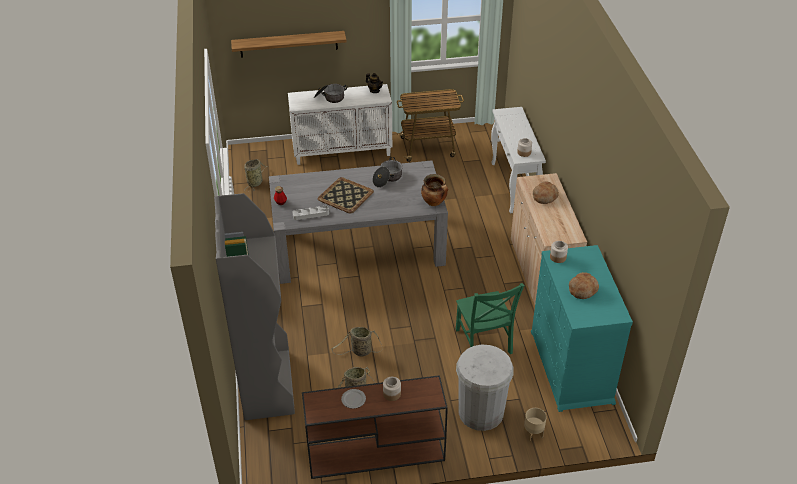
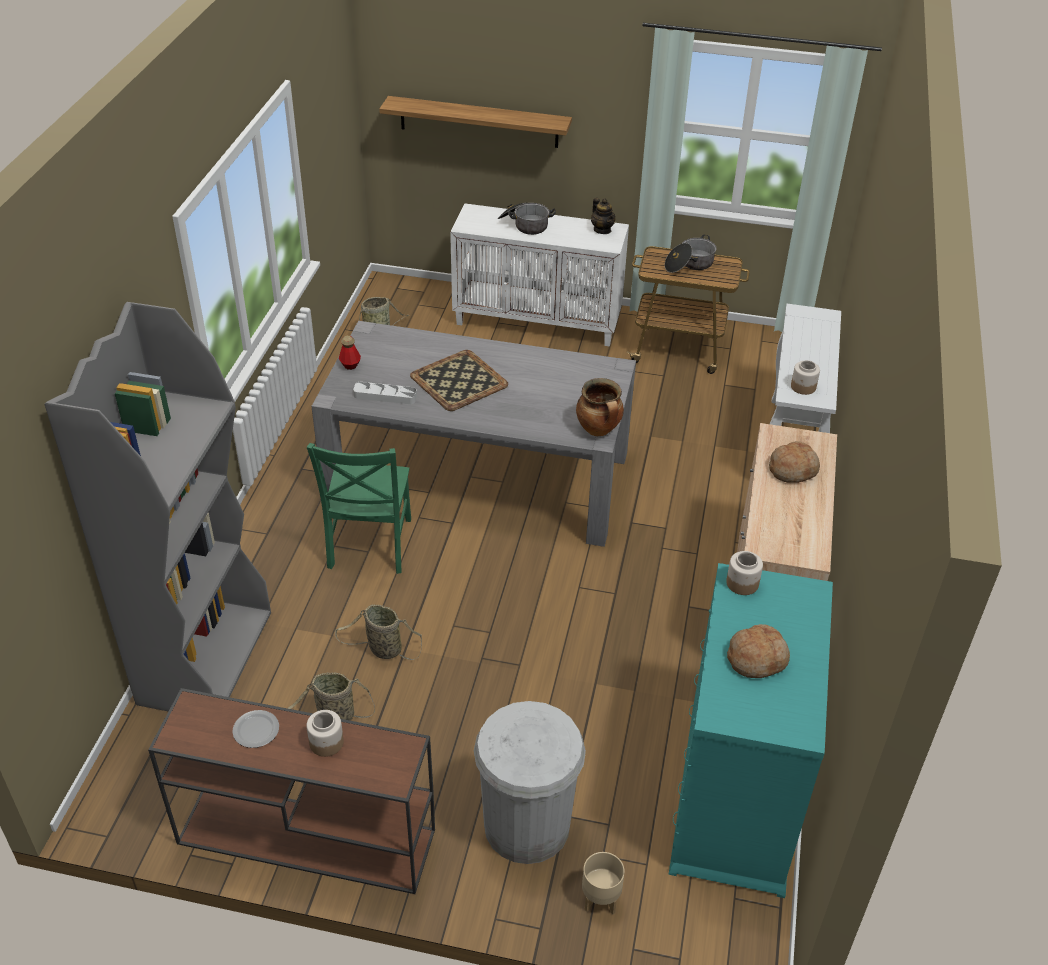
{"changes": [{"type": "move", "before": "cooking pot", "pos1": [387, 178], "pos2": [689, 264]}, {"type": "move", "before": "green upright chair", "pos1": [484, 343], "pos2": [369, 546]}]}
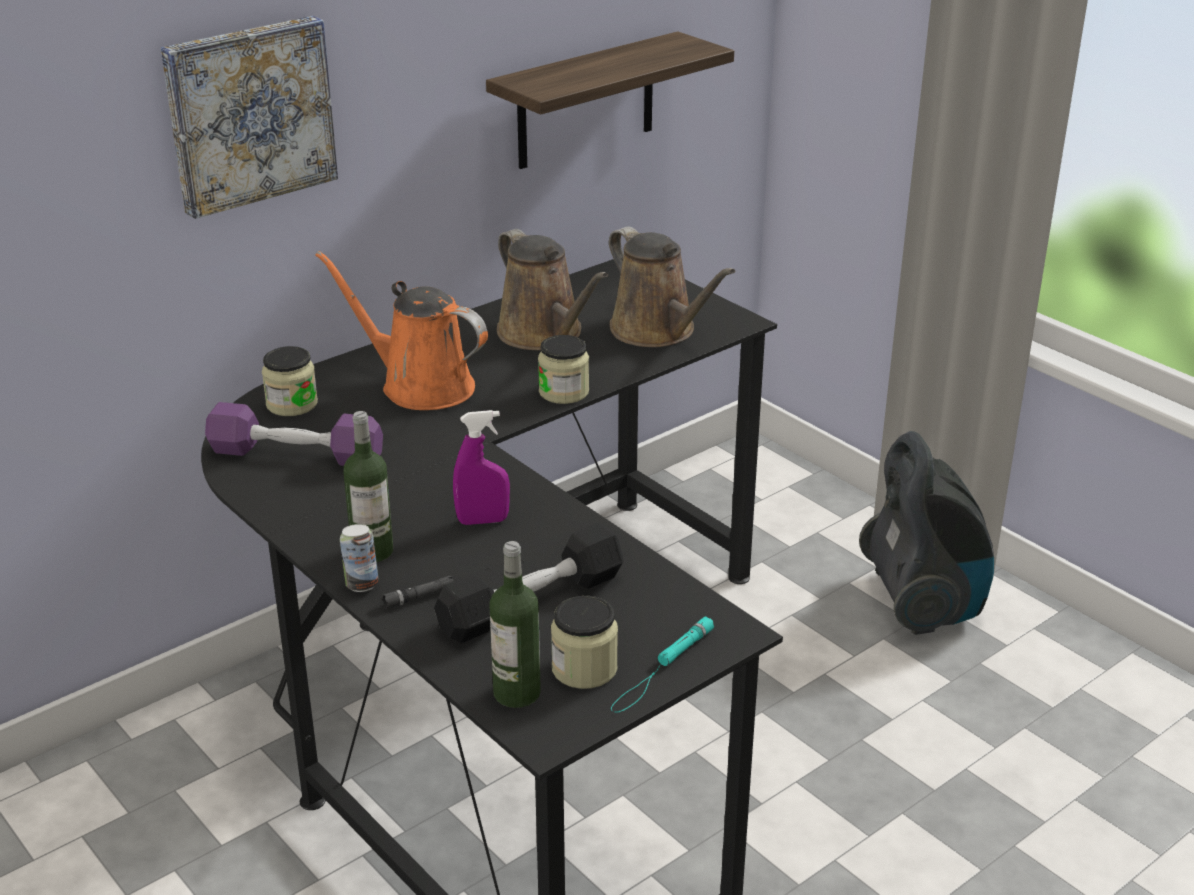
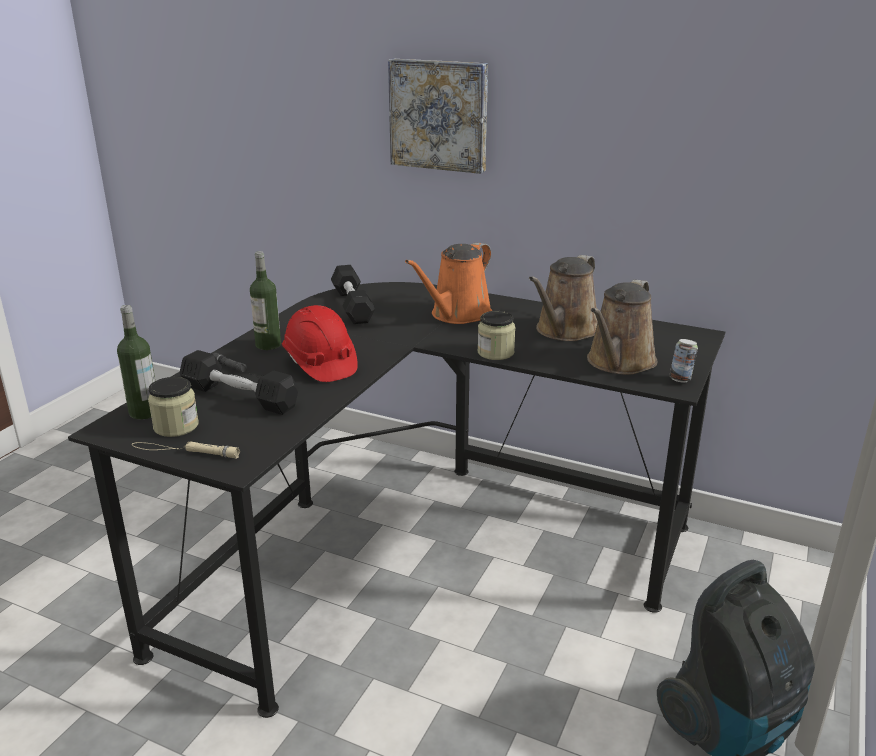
{"changes": [{"type": "delete", "before": "shelf", "pos1": [586, 102]}, {"type": "rotate", "before": "orange-coloured watering can", "pos1": [419, 385], "pos2": [457, 315], "turn": -150}, {"type": "delete", "before": "jar", "pos1": [292, 404]}, {"type": "recolor", "before": "purple dumbbell", "after": "blackish dumbbell", "pos1": [296, 454], "pos2": [352, 306]}, {"type": "replace", "before": "purple sprayer", "after": "reddish safety helmet", "pos1": [483, 521], "pos2": [320, 364]}, {"type": "move", "before": "sealed can", "pos1": [361, 585], "pos2": [680, 379]}, {"type": "recolor", "before": "turquoise-coloured torch", "after": "beige torch", "pos1": [662, 669], "pos2": [184, 451]}]}
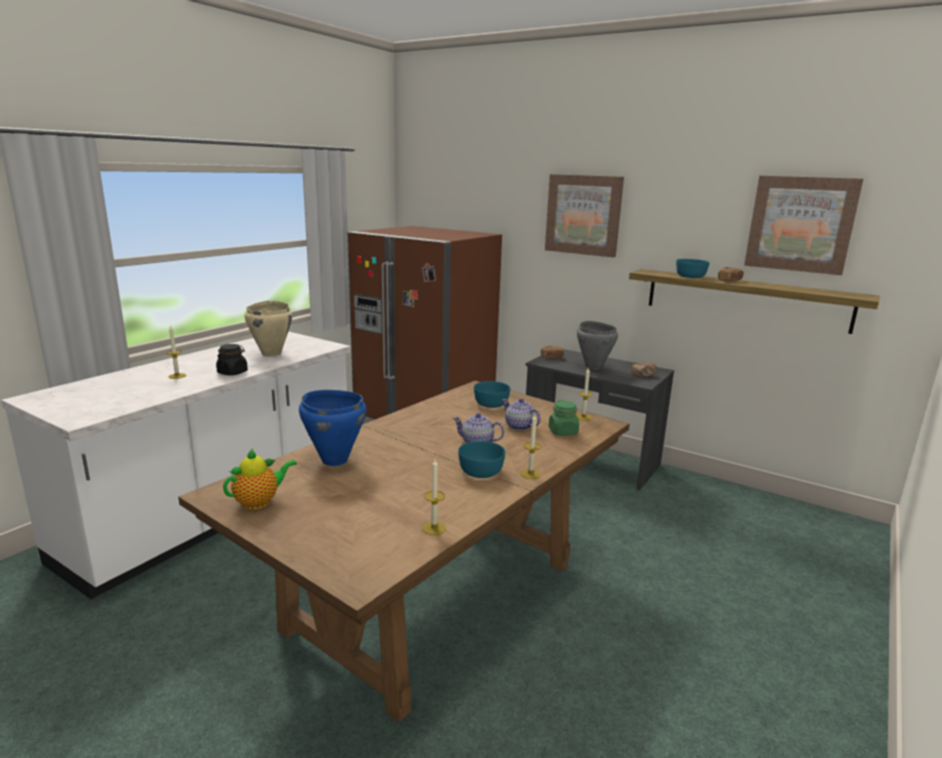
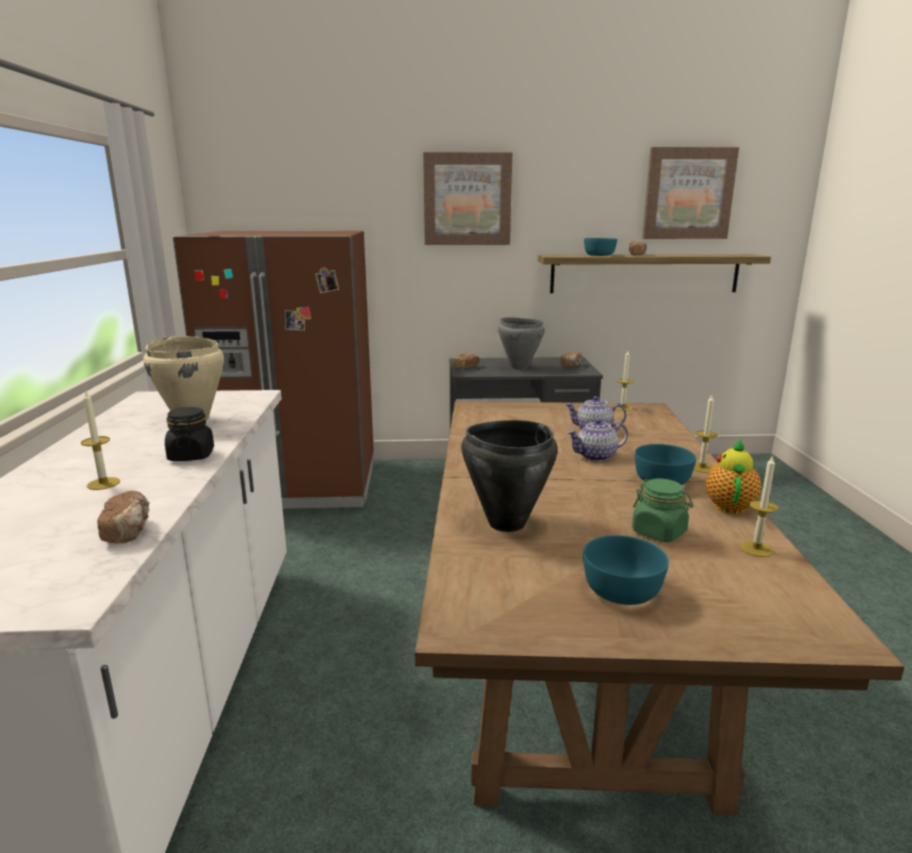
{"changes": [{"type": "move", "before": "turquoise-coloured deep dish", "pos1": [491, 404], "pos2": [622, 591]}, {"type": "recolor", "before": "blue cooking pot", "after": "blackish cooking pot", "pos1": [334, 460], "pos2": [505, 523]}, {"type": "move", "before": "green jar", "pos1": [563, 432], "pos2": [659, 532]}, {"type": "move", "before": "teapot", "pos1": [259, 502], "pos2": [729, 505]}, {"type": "insert", "after": "baked bread", "pos2": [129, 531]}]}
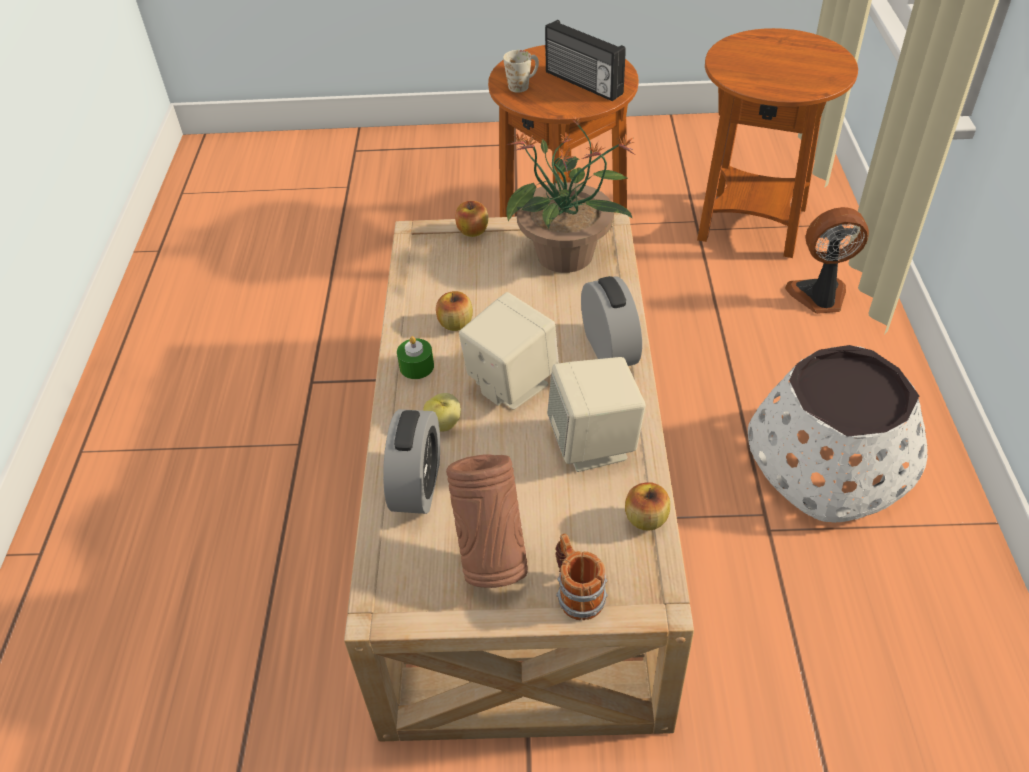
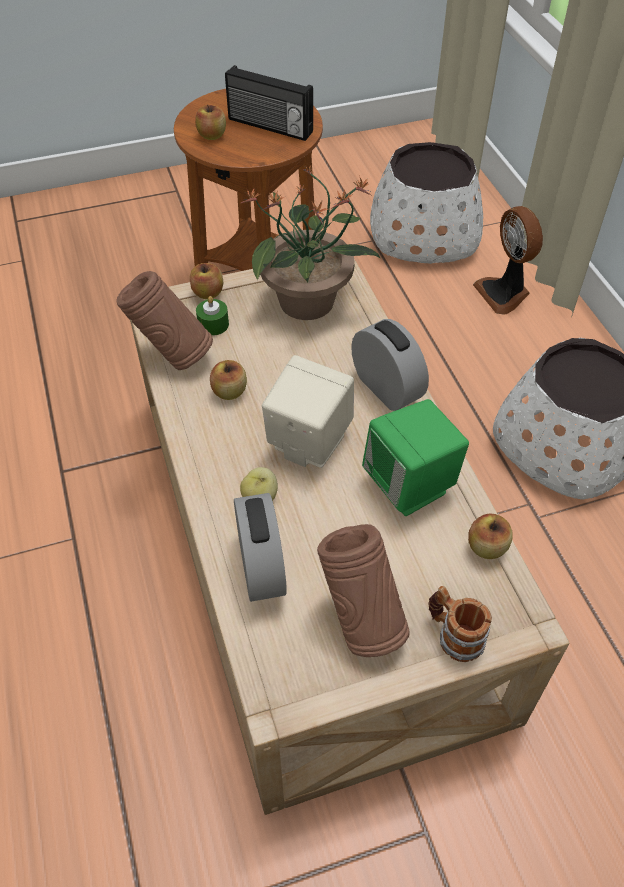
{"changes": [{"type": "replace", "before": "brown-coloured end table", "after": "whitish planter", "pos1": [752, 224], "pos2": [423, 235]}, {"type": "replace", "before": "whitish coffee mug", "after": "apple", "pos1": [523, 84], "pos2": [212, 135]}, {"type": "rotate", "before": "electric fan", "pos1": [819, 297], "pos2": [504, 293], "turn": -90}, {"type": "move", "before": "green candle", "pos1": [416, 366], "pos2": [213, 324]}, {"type": "recolor", "before": "beige speaker", "after": "green speaker", "pos1": [594, 444], "pos2": [410, 485]}, {"type": "insert", "after": "brown-coloured decorative vase", "pos2": [172, 356]}]}
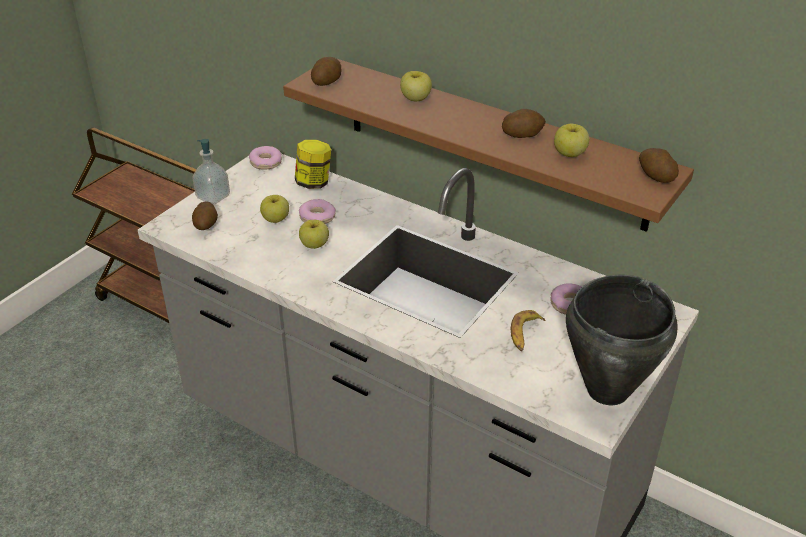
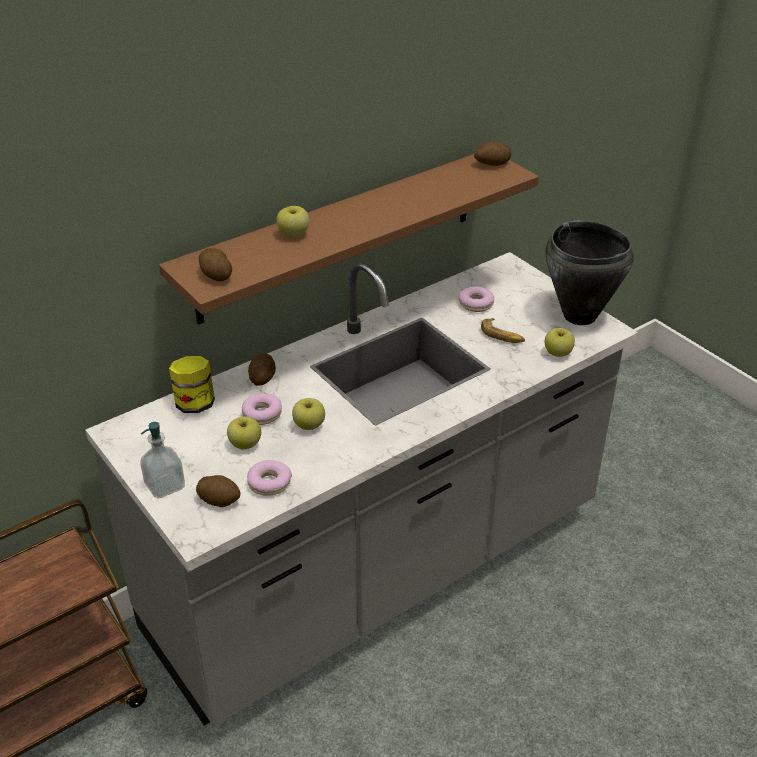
{"changes": [{"type": "move", "before": "spud", "pos1": [522, 134], "pos2": [262, 378]}, {"type": "move", "before": "apple", "pos1": [569, 154], "pos2": [558, 353]}, {"type": "move", "before": "donut", "pos1": [266, 163], "pos2": [269, 483]}]}
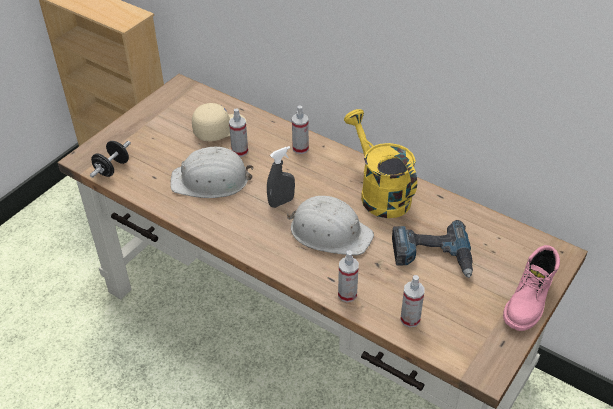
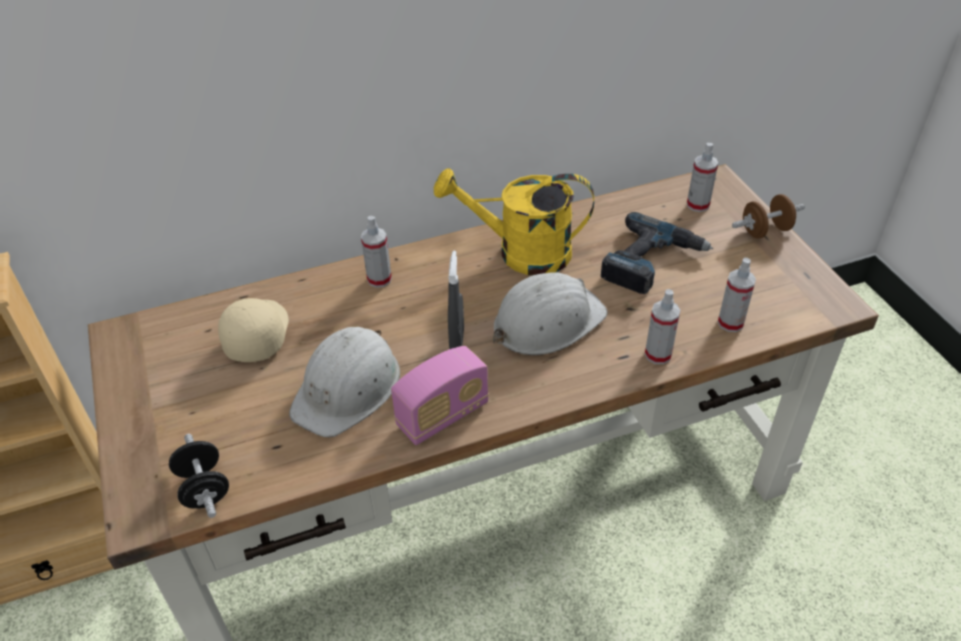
{"changes": [{"type": "move", "before": "sprayer", "pos1": [240, 151], "pos2": [698, 205]}, {"type": "replace", "before": "pink-coloured high-top boot", "after": "brown-coloured dumbbell", "pos1": [529, 302], "pos2": [765, 231]}, {"type": "insert", "after": "radio", "pos2": [442, 415]}]}
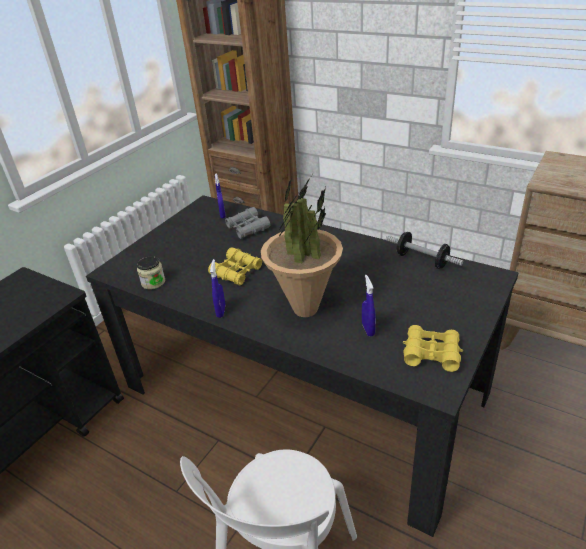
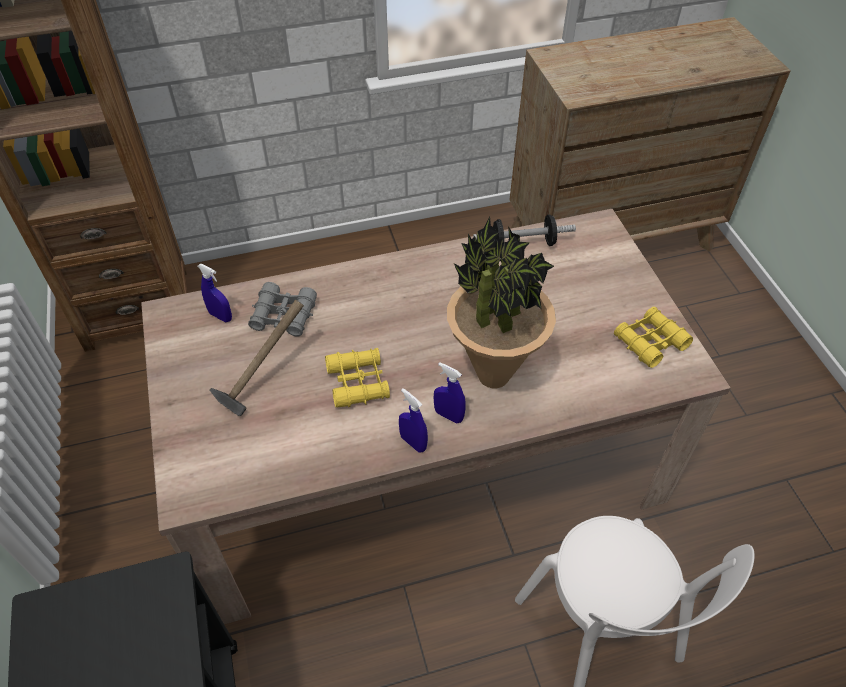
{"changes": [{"type": "recolor", "before": "blackish dinner table", "after": "beige dinner table", "pos1": [302, 390], "pos2": [422, 463]}, {"type": "delete", "before": "jar", "pos1": [153, 282]}, {"type": "move", "before": "blue sprayer", "pos1": [368, 329], "pos2": [448, 415]}, {"type": "insert", "after": "tool hammer", "pos2": [263, 381]}]}
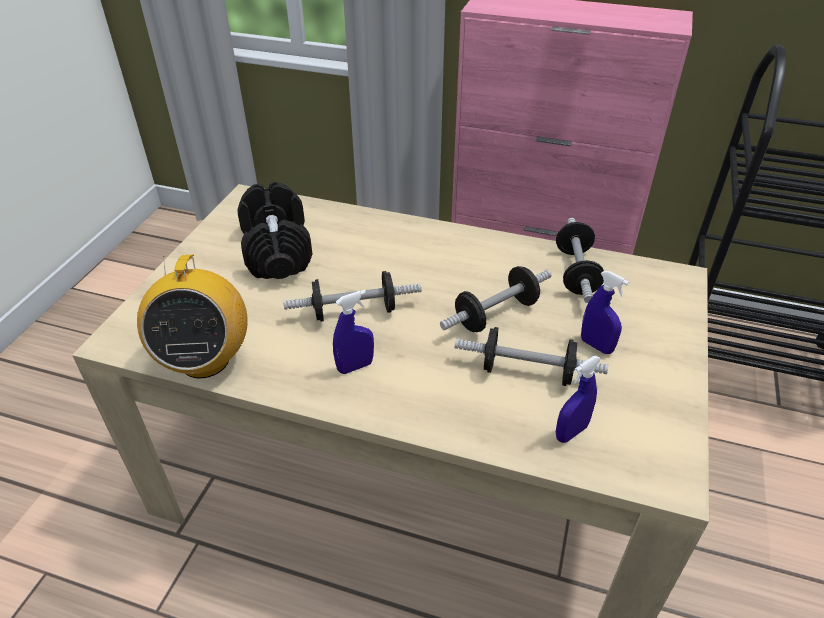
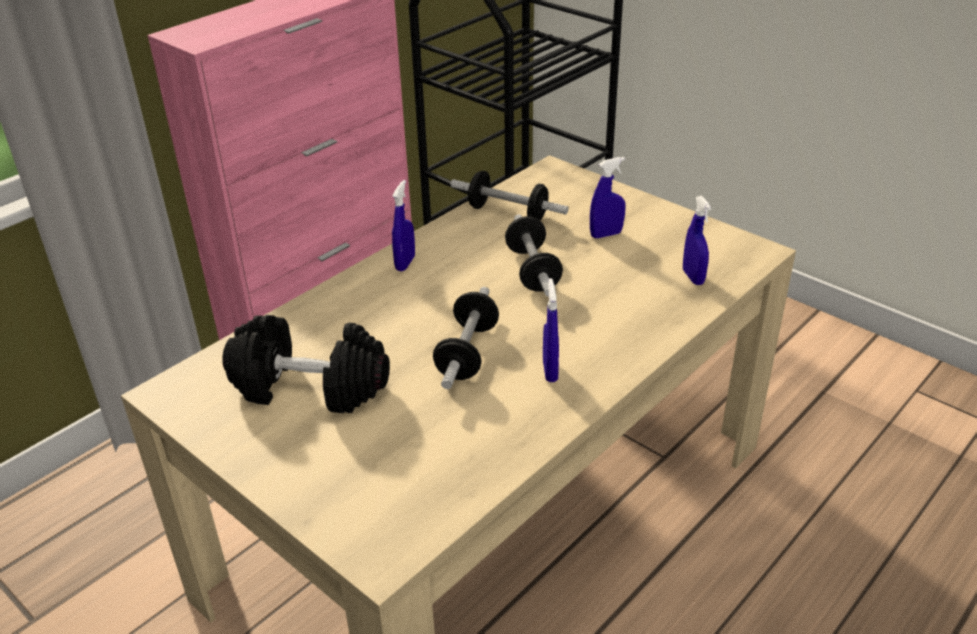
{"changes": [{"type": "delete", "before": "radio", "pos1": [205, 360]}, {"type": "delete", "before": "dumbbell", "pos1": [527, 372]}, {"type": "insert", "after": "blue sprayer", "pos2": [405, 263]}]}
